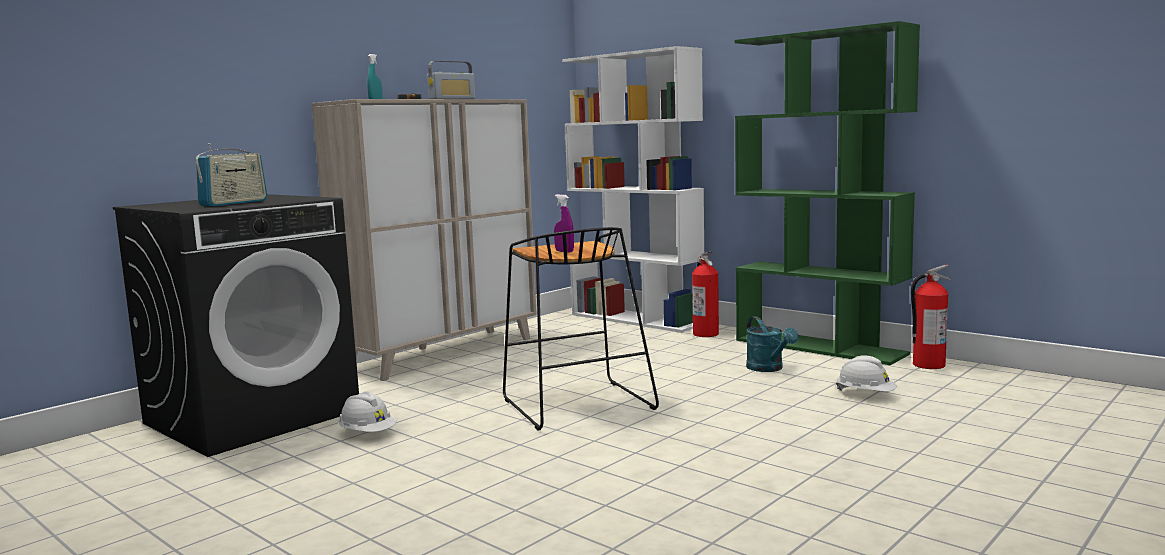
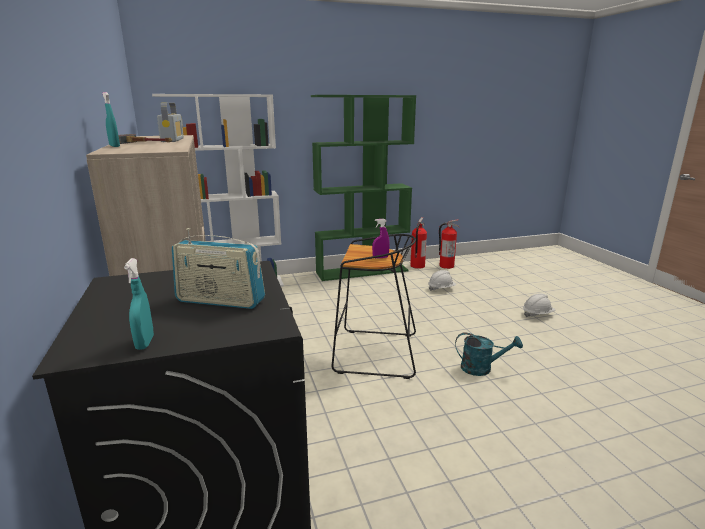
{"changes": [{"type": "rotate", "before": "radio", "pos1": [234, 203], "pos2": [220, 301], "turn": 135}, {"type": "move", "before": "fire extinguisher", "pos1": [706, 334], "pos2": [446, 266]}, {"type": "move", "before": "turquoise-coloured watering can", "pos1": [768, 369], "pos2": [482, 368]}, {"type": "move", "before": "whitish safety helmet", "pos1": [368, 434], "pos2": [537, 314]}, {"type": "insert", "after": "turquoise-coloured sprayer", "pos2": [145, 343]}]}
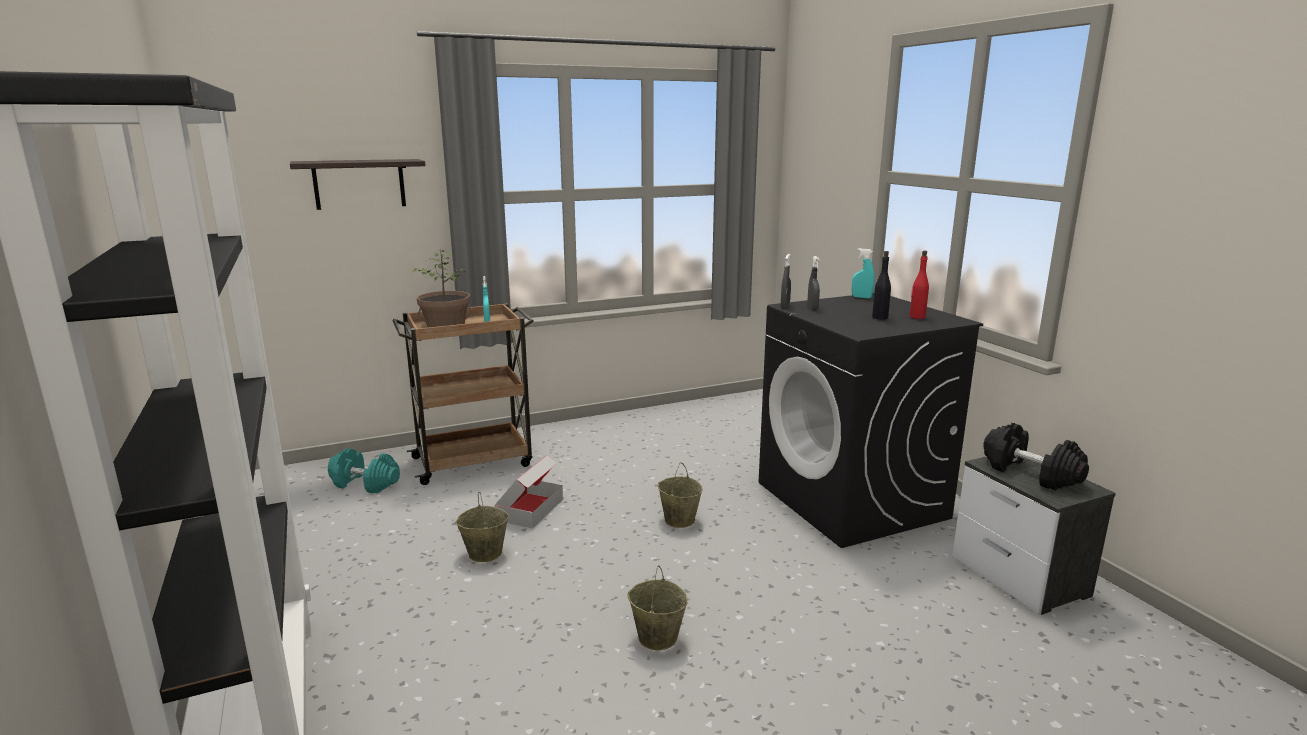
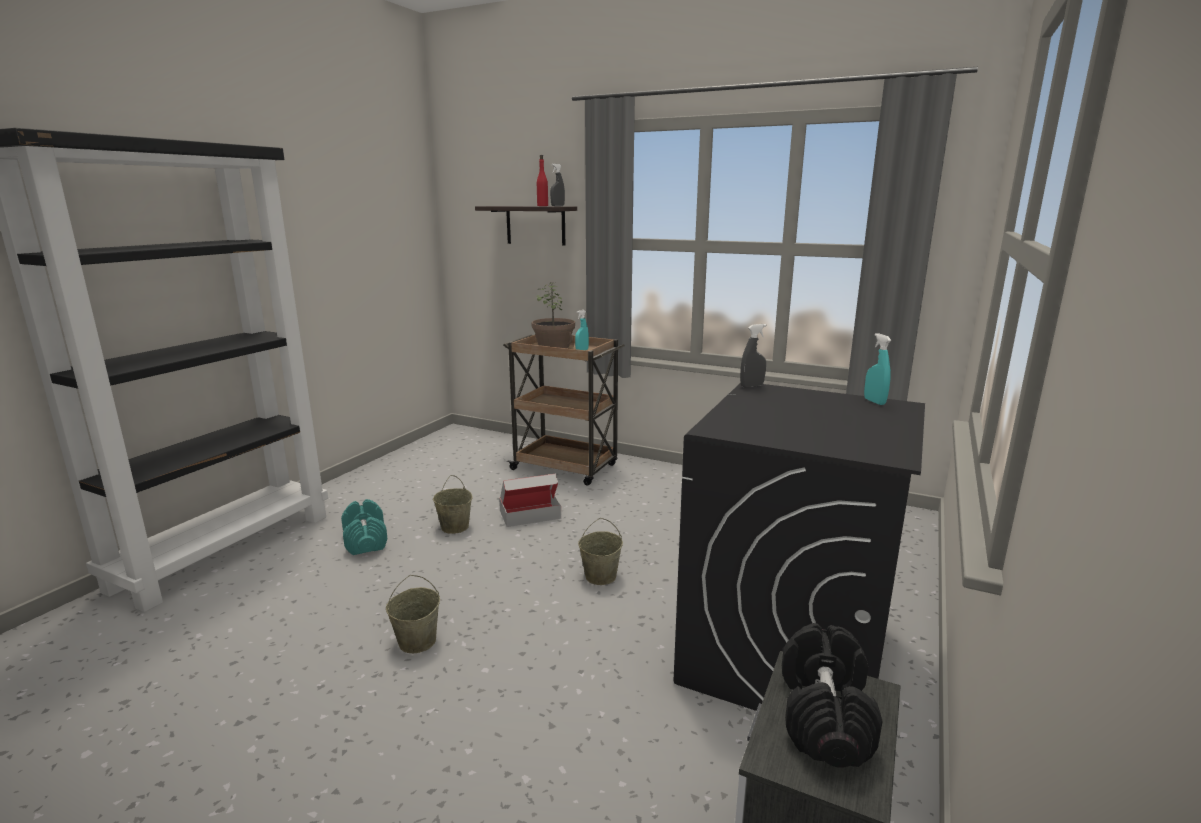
{"changes": [{"type": "delete", "before": "blackish beverage bottle", "pos1": [880, 317]}, {"type": "move", "before": "reddish beverage bottle", "pos1": [917, 317], "pos2": [542, 206]}, {"type": "move", "before": "gray sprayer", "pos1": [812, 308], "pos2": [557, 206]}, {"type": "move", "before": "turquoise-coloured dumbbell", "pos1": [365, 484], "pos2": [365, 540]}]}
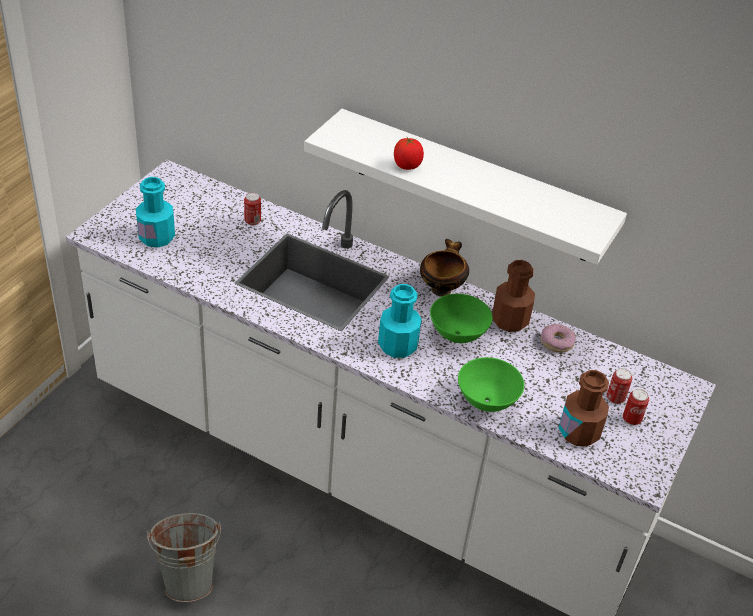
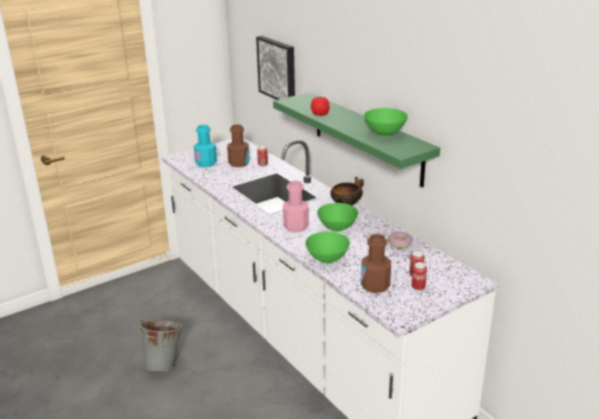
{"changes": [{"type": "recolor", "before": "whitish shelf", "after": "green shelf", "pos1": [473, 186], "pos2": [366, 138]}, {"type": "move", "before": "brown-coloured beverage bottle", "pos1": [510, 320], "pos2": [239, 163]}, {"type": "recolor", "before": "turquoise-coloured beverage bottle", "after": "pink-coloured beverage bottle", "pos1": [397, 345], "pos2": [296, 226]}, {"type": "insert", "after": "wall picture", "pos2": [278, 69]}, {"type": "insert", "after": "green deep dish", "pos2": [384, 134]}]}
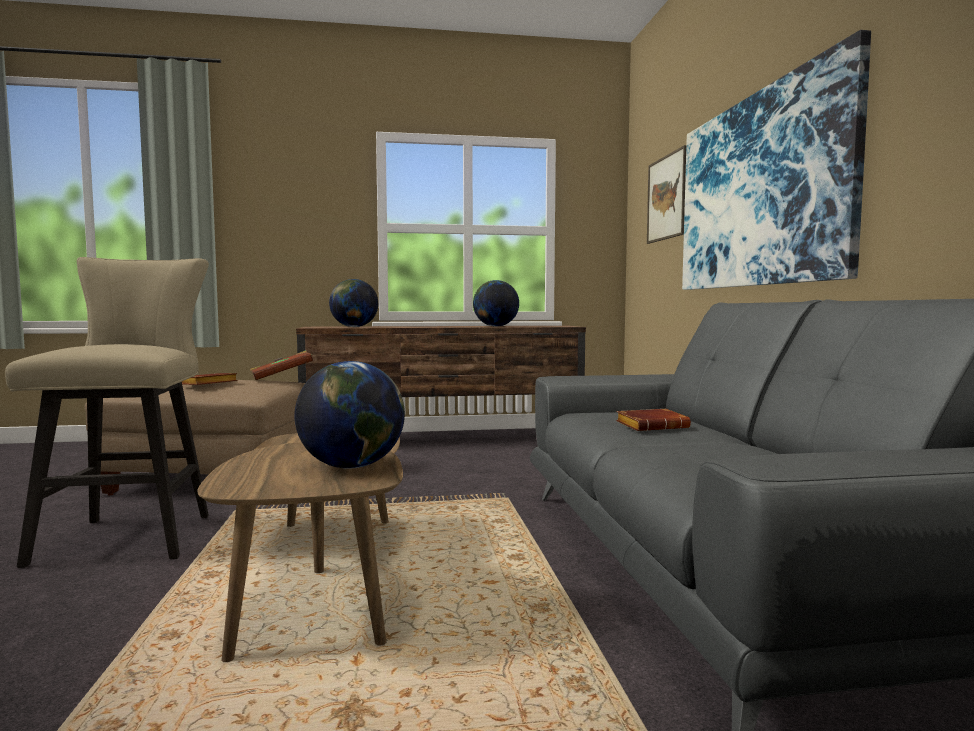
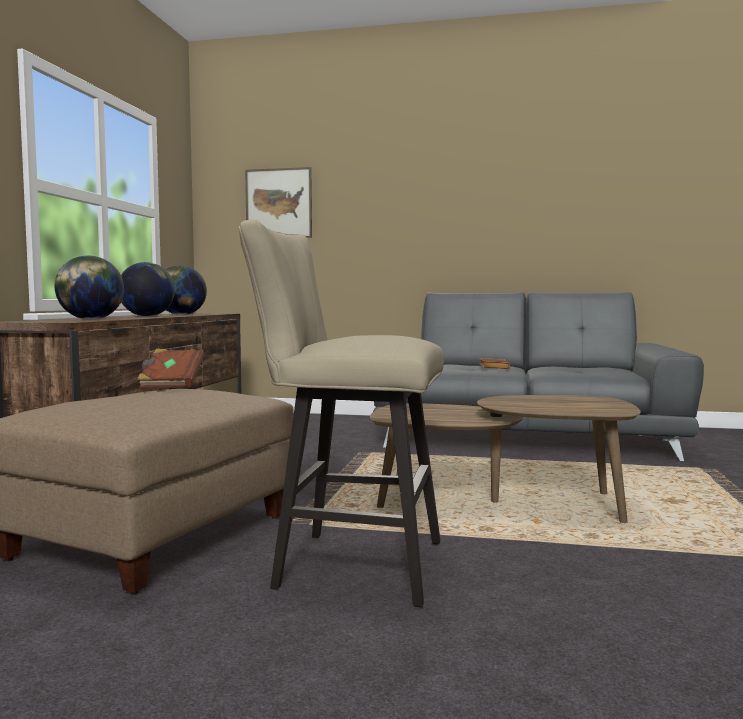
{"changes": [{"type": "delete", "before": "wall picture", "pos1": [759, 191]}, {"type": "move", "before": "desk globe", "pos1": [352, 466], "pos2": [147, 316]}, {"type": "delete", "before": "brown-coloured bound book", "pos1": [208, 384]}]}
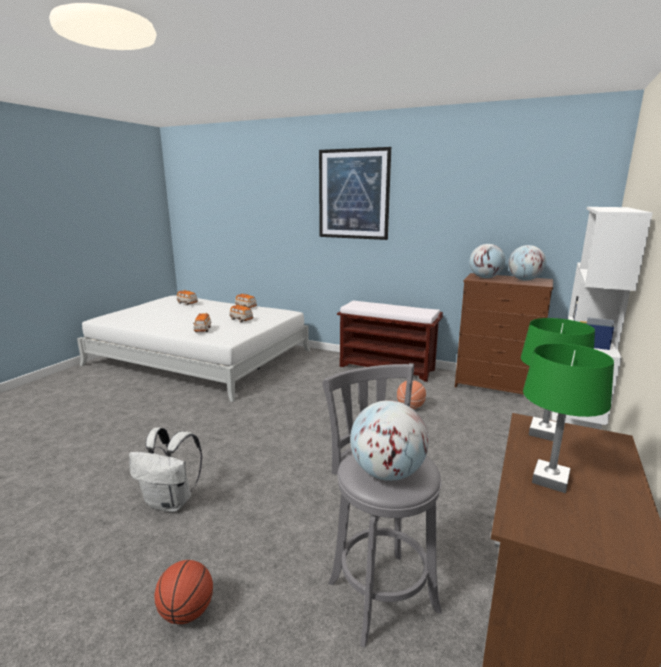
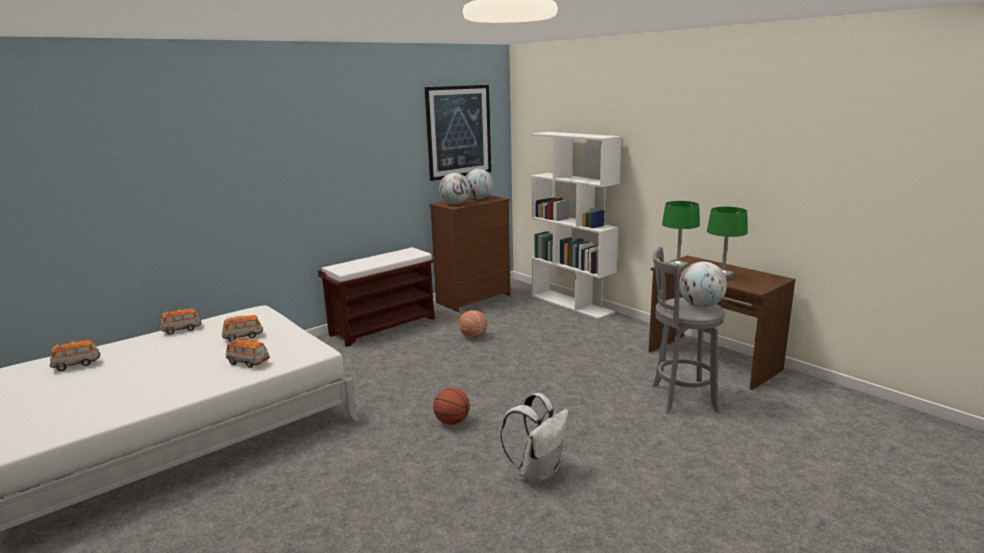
{"changes": [{"type": "move", "before": "wall picture", "pos1": [353, 194], "pos2": [459, 132]}, {"type": "move", "before": "basketball ball", "pos1": [186, 612], "pos2": [452, 422]}]}
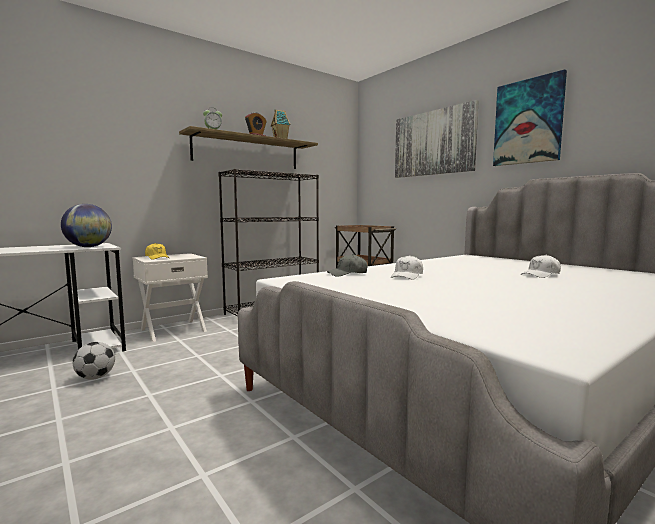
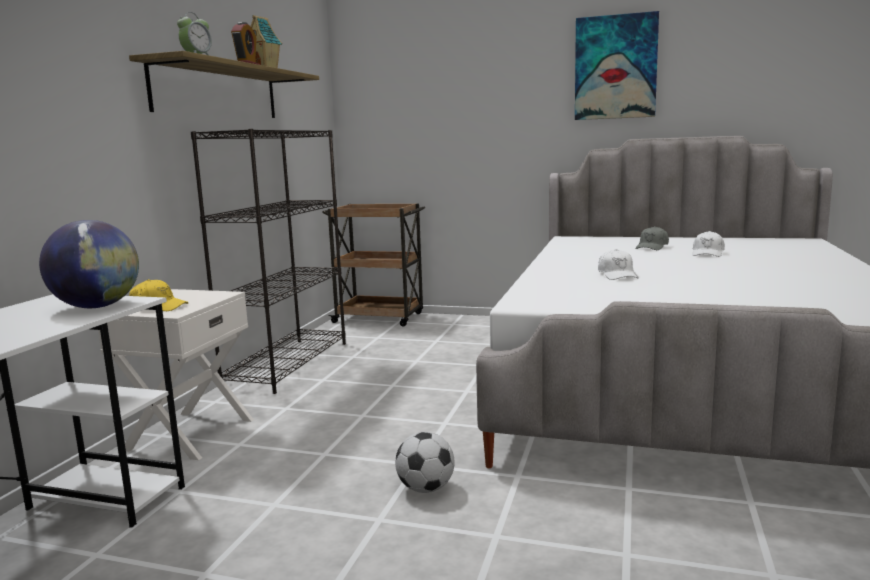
{"changes": [{"type": "delete", "before": "wall picture", "pos1": [433, 143]}, {"type": "move", "before": "gray baseball cap", "pos1": [347, 274], "pos2": [652, 247]}, {"type": "move", "before": "ball for football", "pos1": [95, 377], "pos2": [425, 488]}]}
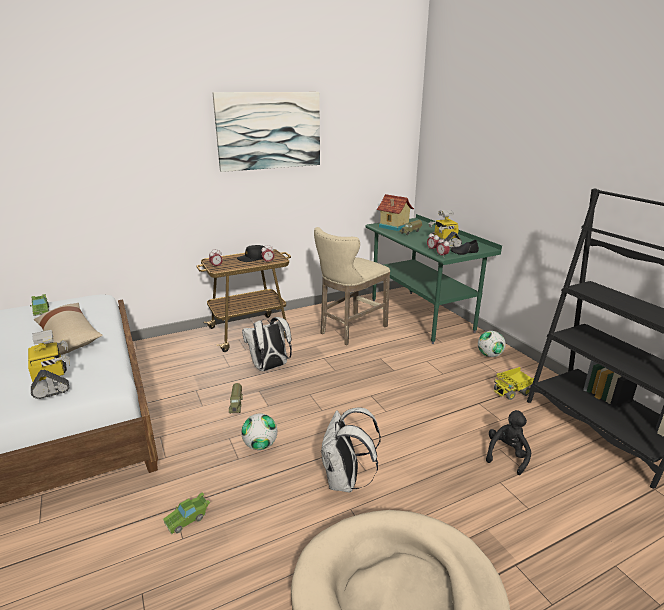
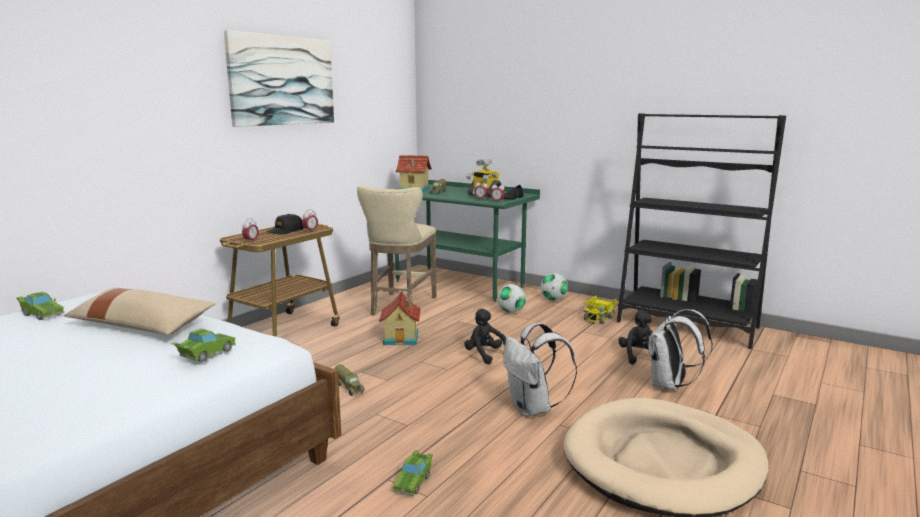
{"changes": [{"type": "move", "before": "whitish knapsack", "pos1": [270, 367], "pos2": [670, 386]}, {"type": "replace", "before": "robot figure", "after": "green miniature car", "pos1": [52, 383], "pos2": [205, 355]}, {"type": "move", "before": "ball for football", "pos1": [260, 445], "pos2": [511, 311]}, {"type": "insert", "after": "toy house", "pos2": [402, 338]}, {"type": "insert", "after": "blackish cuddly toy", "pos2": [485, 355]}]}
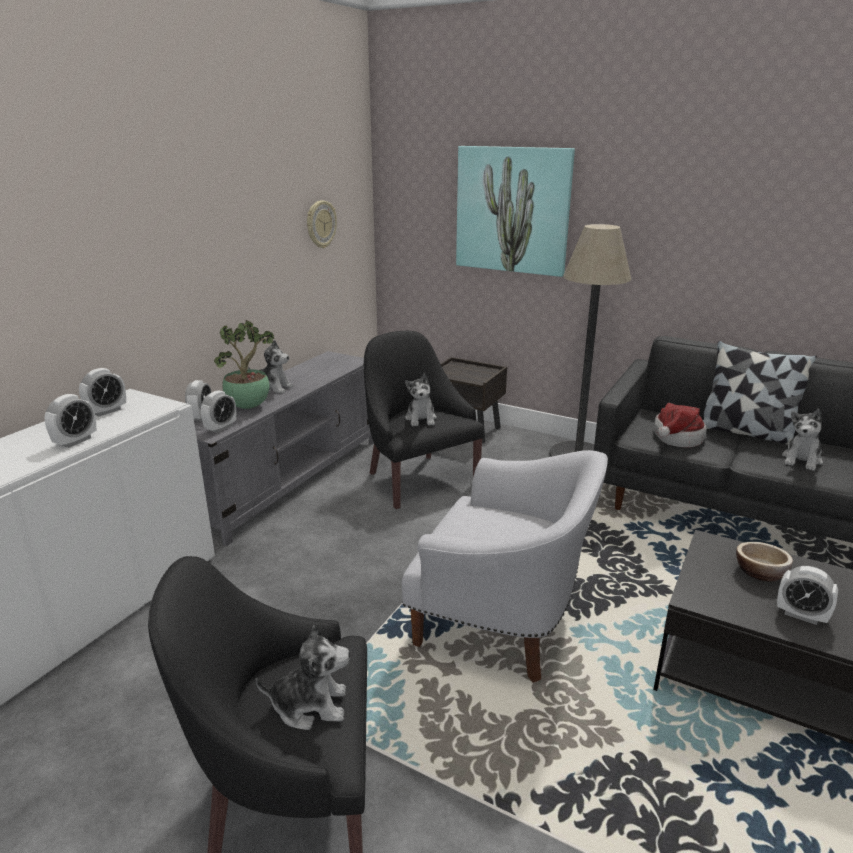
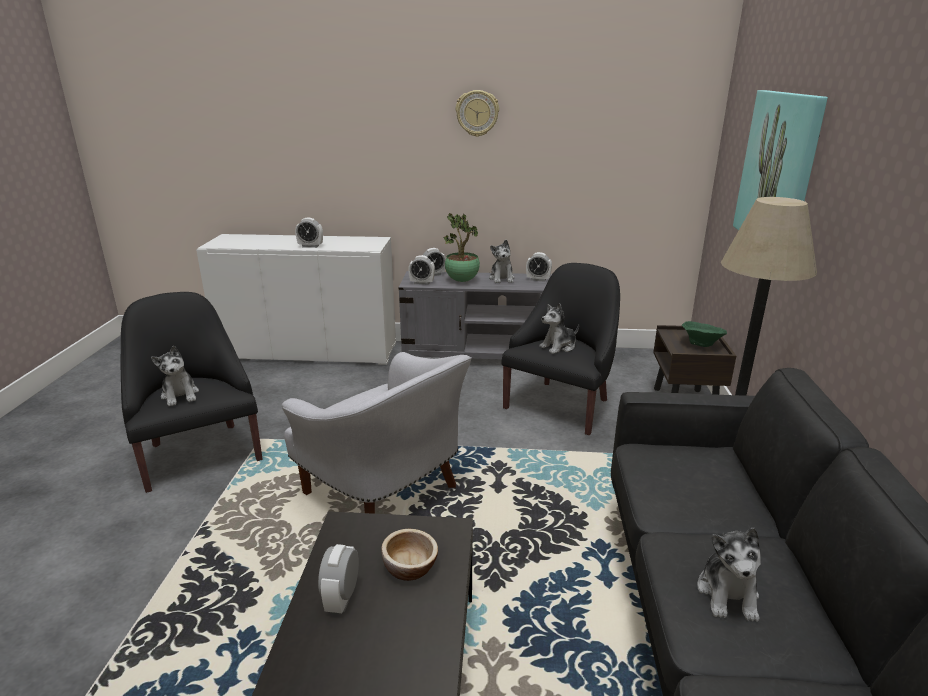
{"changes": [{"type": "move", "before": "clock on the wall", "pos1": [320, 224], "pos2": [477, 113]}, {"type": "delete", "before": "throw pillow", "pos1": [746, 432]}, {"type": "move", "before": "alarm clock", "pos1": [107, 411], "pos2": [538, 279]}, {"type": "delete", "before": "clothing hat", "pos1": [675, 438]}, {"type": "rotate", "before": "cuddly toy", "pos1": [802, 460], "pos2": [728, 594], "turn": -90}, {"type": "rotate", "before": "whitish easy chair", "pos1": [503, 623], "pos2": [385, 493], "turn": -45}, {"type": "insert", "after": "green deep dish", "pos2": [700, 344]}]}
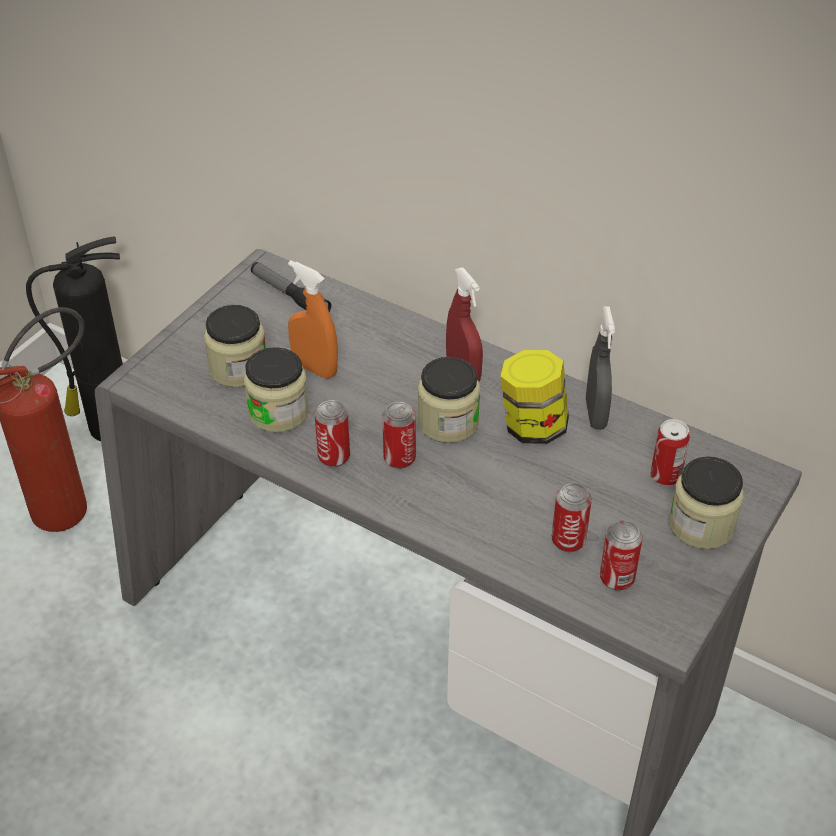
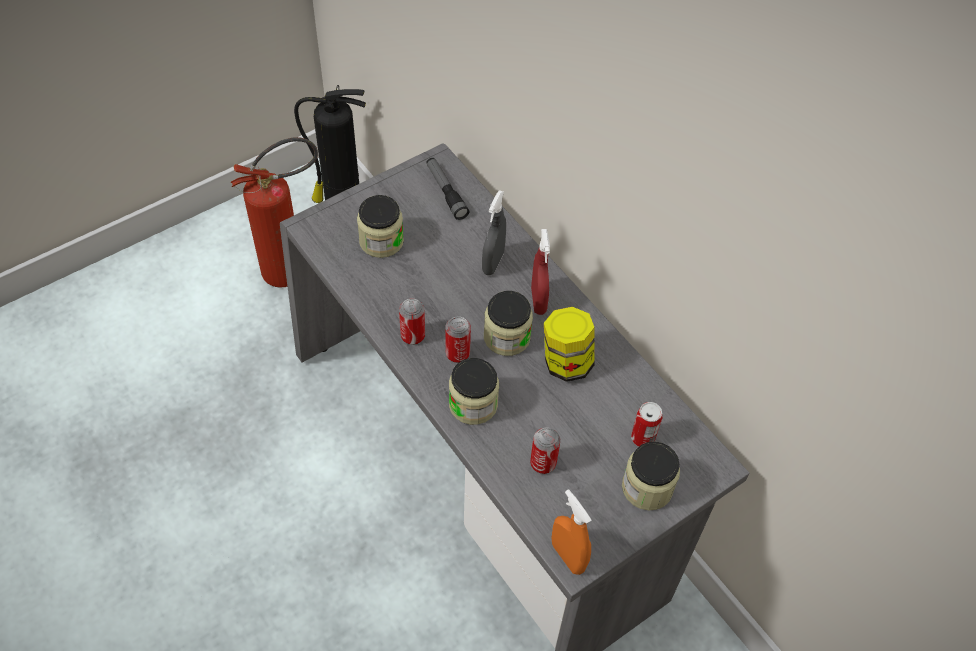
{"changes": [{"type": "move", "before": "orange-coloured sprayer", "pos1": [314, 368], "pos2": [568, 556]}, {"type": "move", "before": "gray sprayer", "pos1": [595, 414], "pos2": [493, 263]}, {"type": "move", "before": "jar", "pos1": [278, 412], "pos2": [473, 404]}, {"type": "delete", "before": "sealed can", "pos1": [617, 578]}]}
